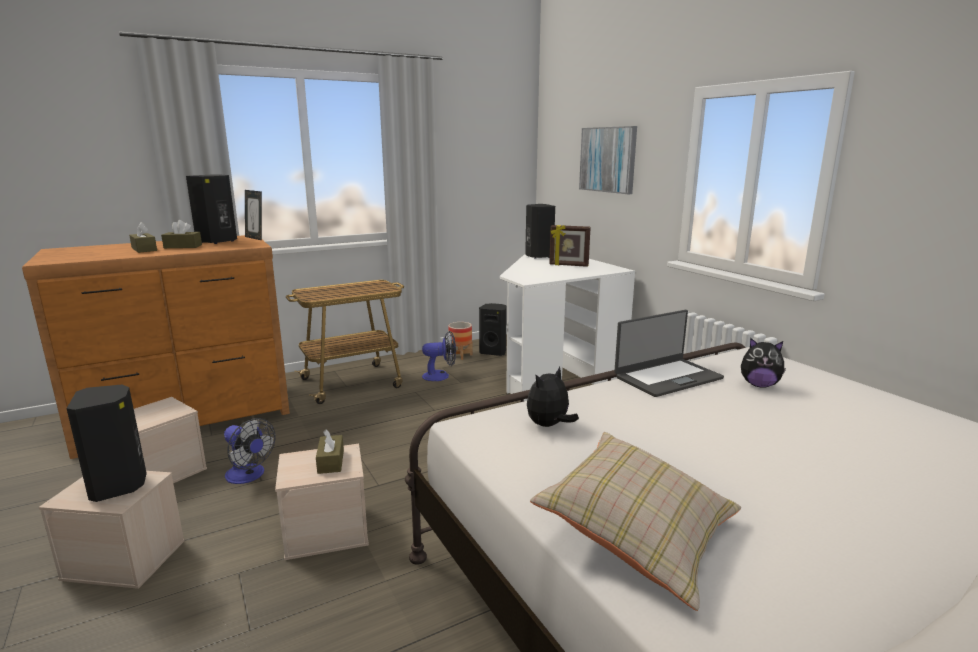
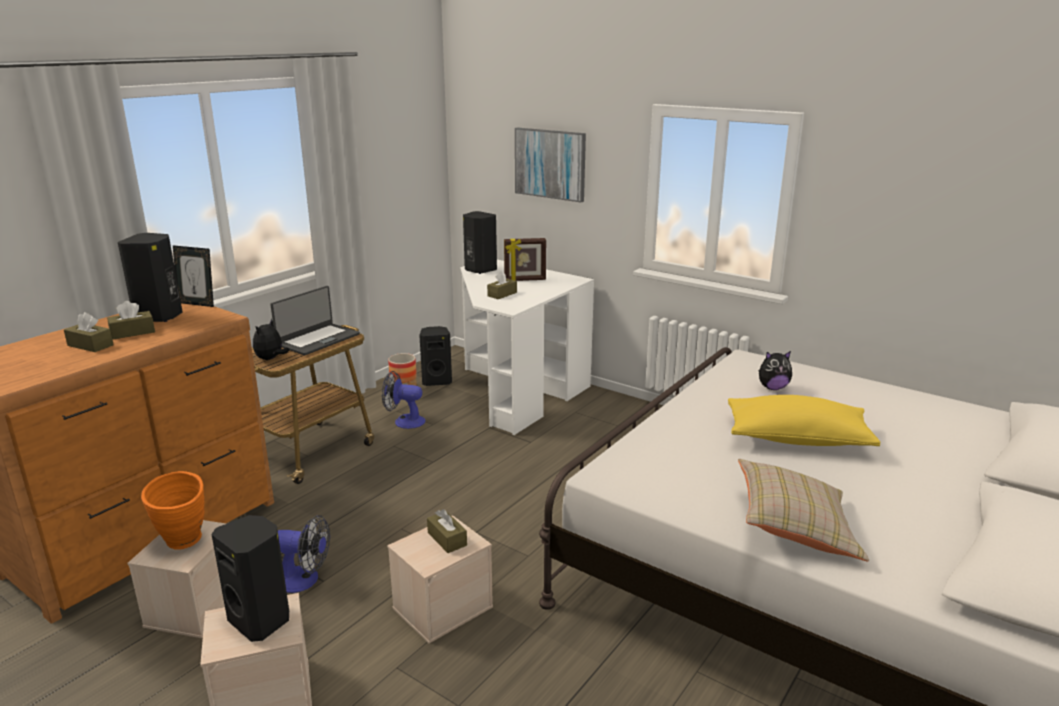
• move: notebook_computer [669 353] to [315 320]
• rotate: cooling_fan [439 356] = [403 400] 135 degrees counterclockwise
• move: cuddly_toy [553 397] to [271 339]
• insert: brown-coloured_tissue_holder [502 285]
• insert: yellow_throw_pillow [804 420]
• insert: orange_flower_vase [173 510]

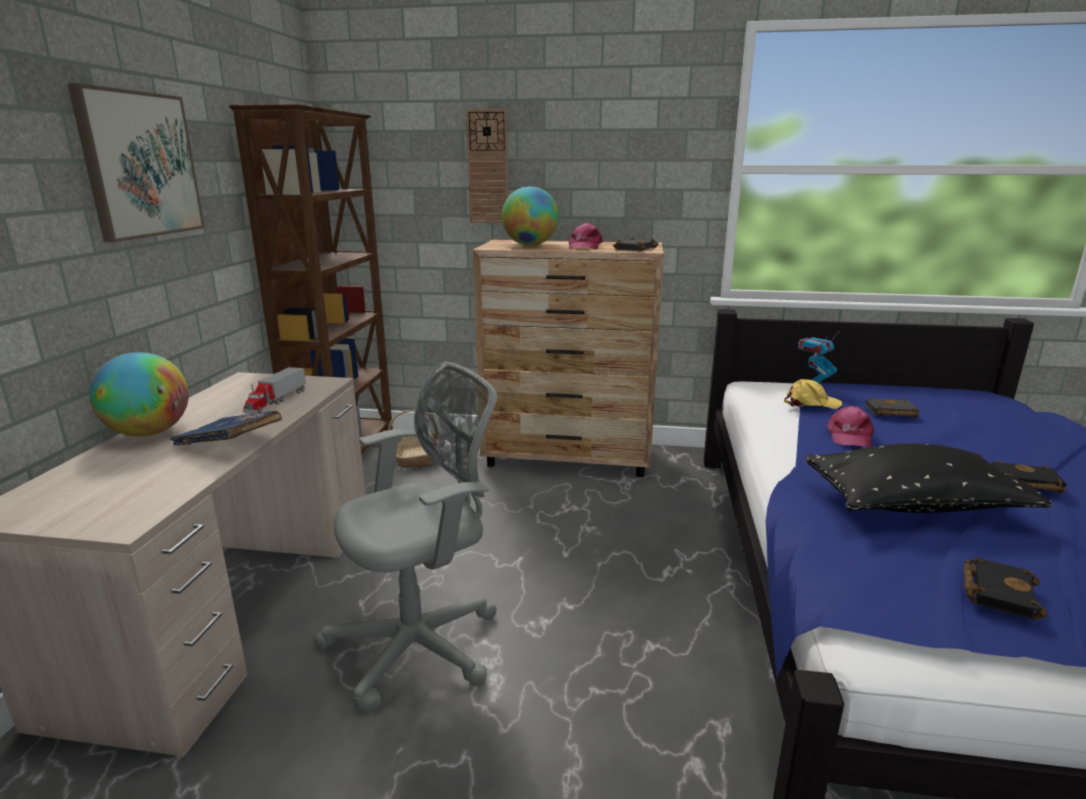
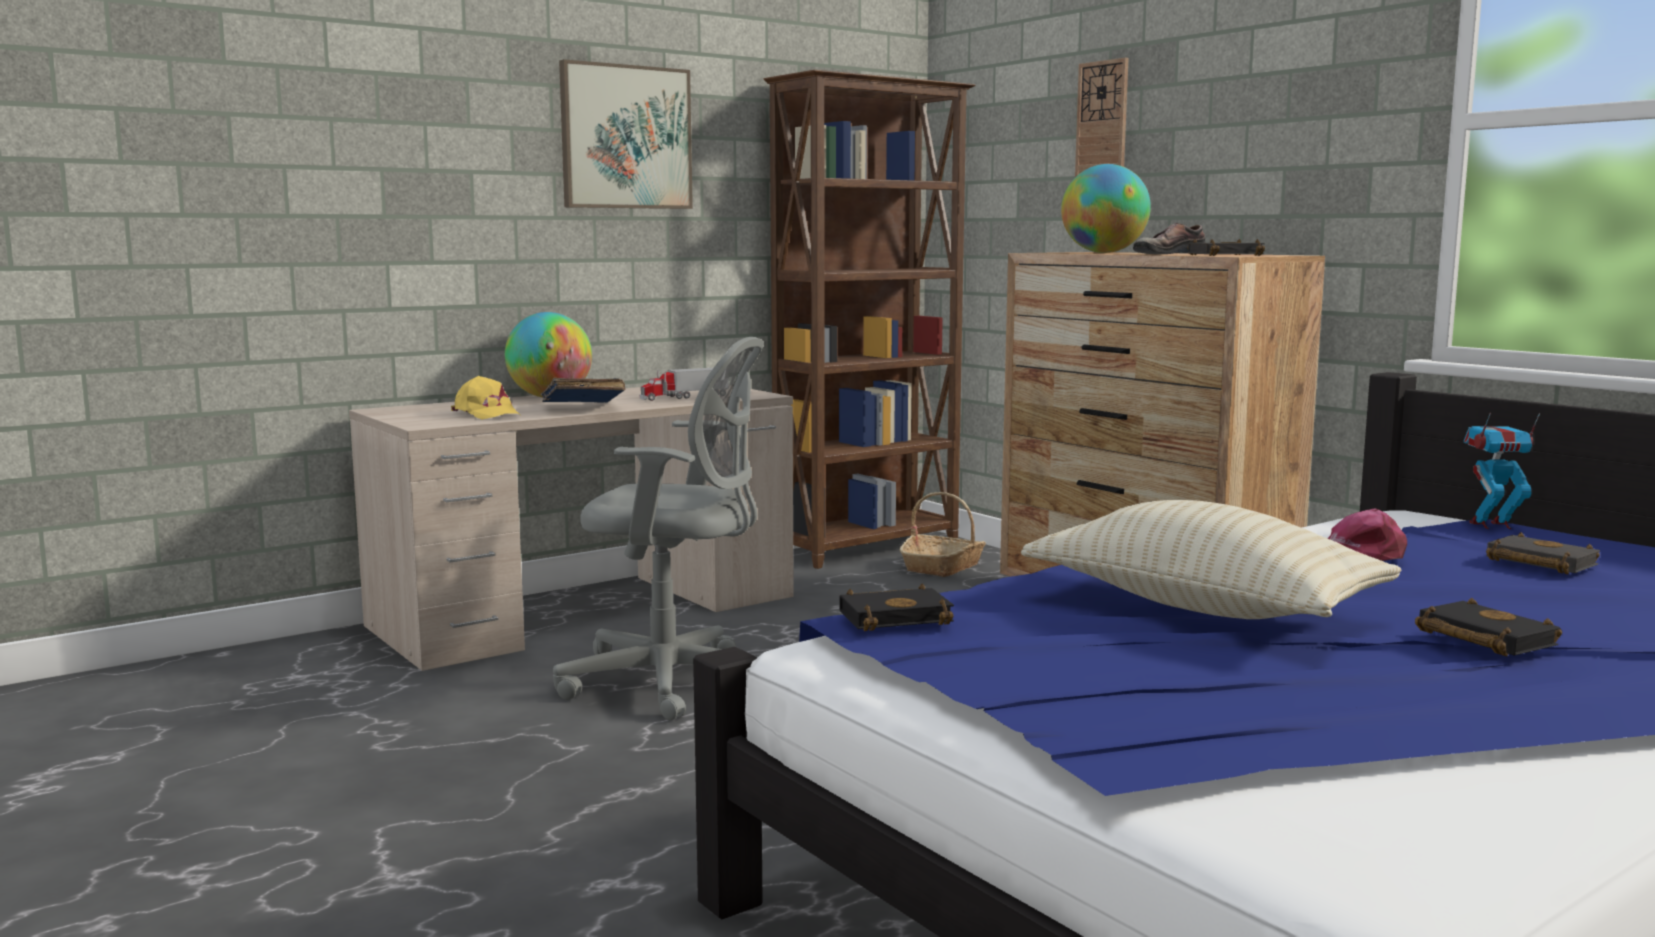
• replace: pink_peaked_cap [586 236] to shoe [1169 238]
• move: yellow_peaked_cap [813 394] to [485 398]
• recolor: black-coloured_throw_pillow [928 478] to beige_throw_pillow [1211 559]
• move: black-coloured_volume [1005 589] to [897 607]

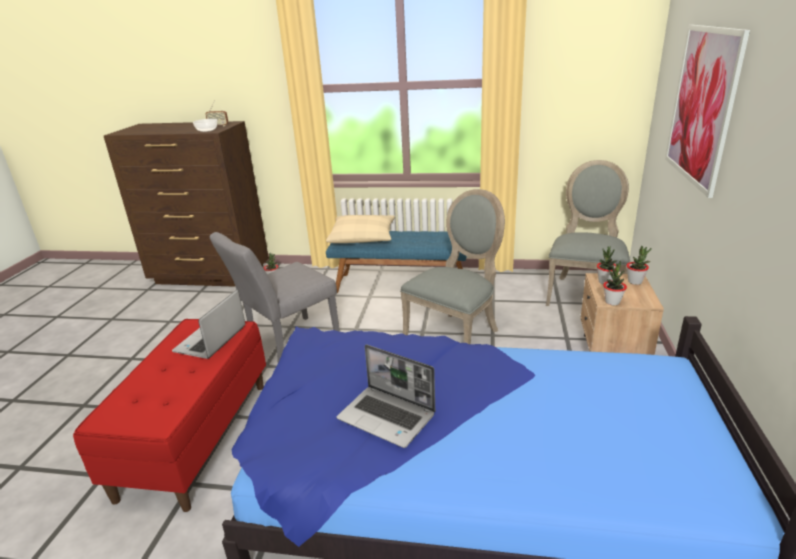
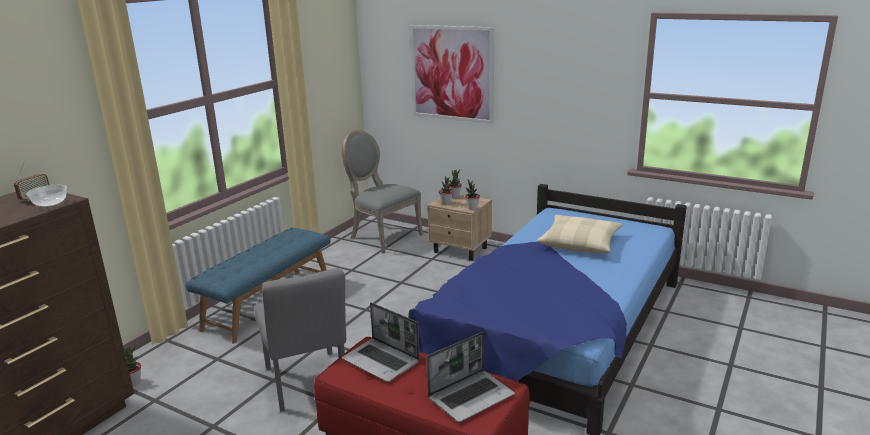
• delete: gray_chair [452 266]
• move: beige_throw_pillow [360 229] to [580 234]
• move: notebook_computer [386 396] to [471 377]

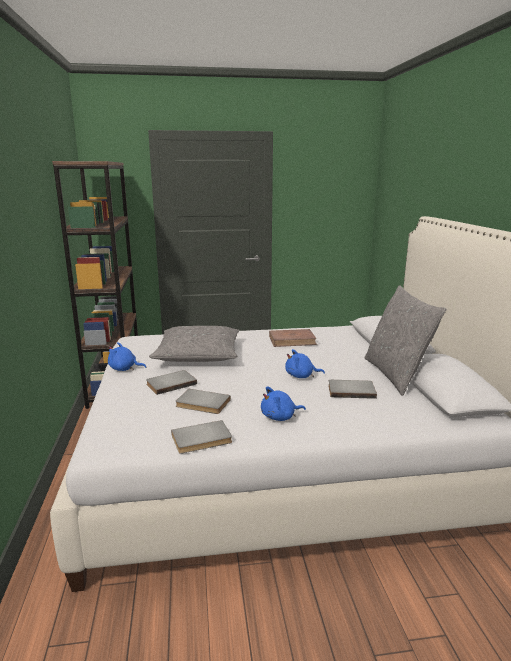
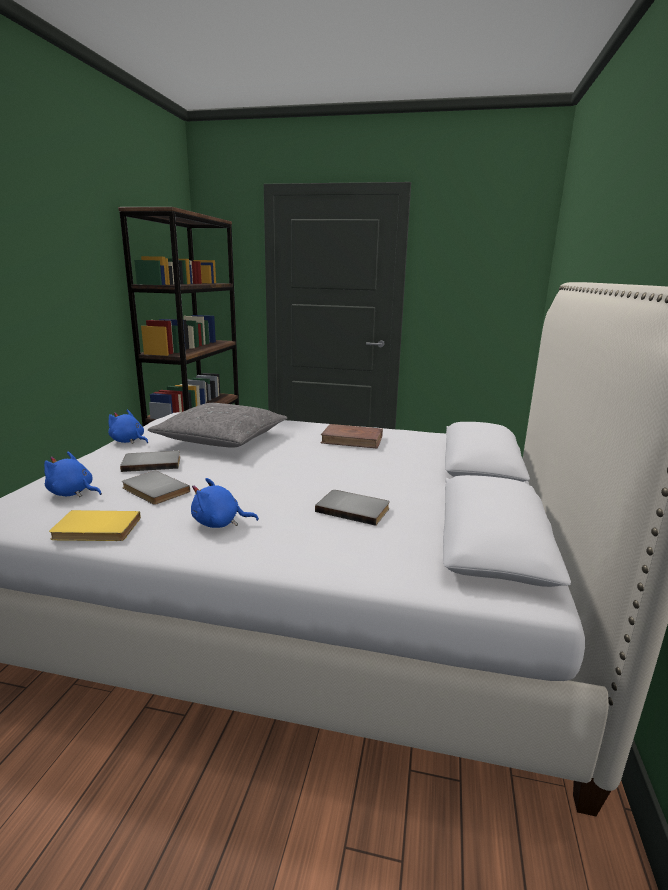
• delete: gray_throw_pillow [405 340]
• move: blue_cuddly_toy [305 363] to [73 474]
• recolor: gray_volume [201 437] to yellow_volume [95 525]

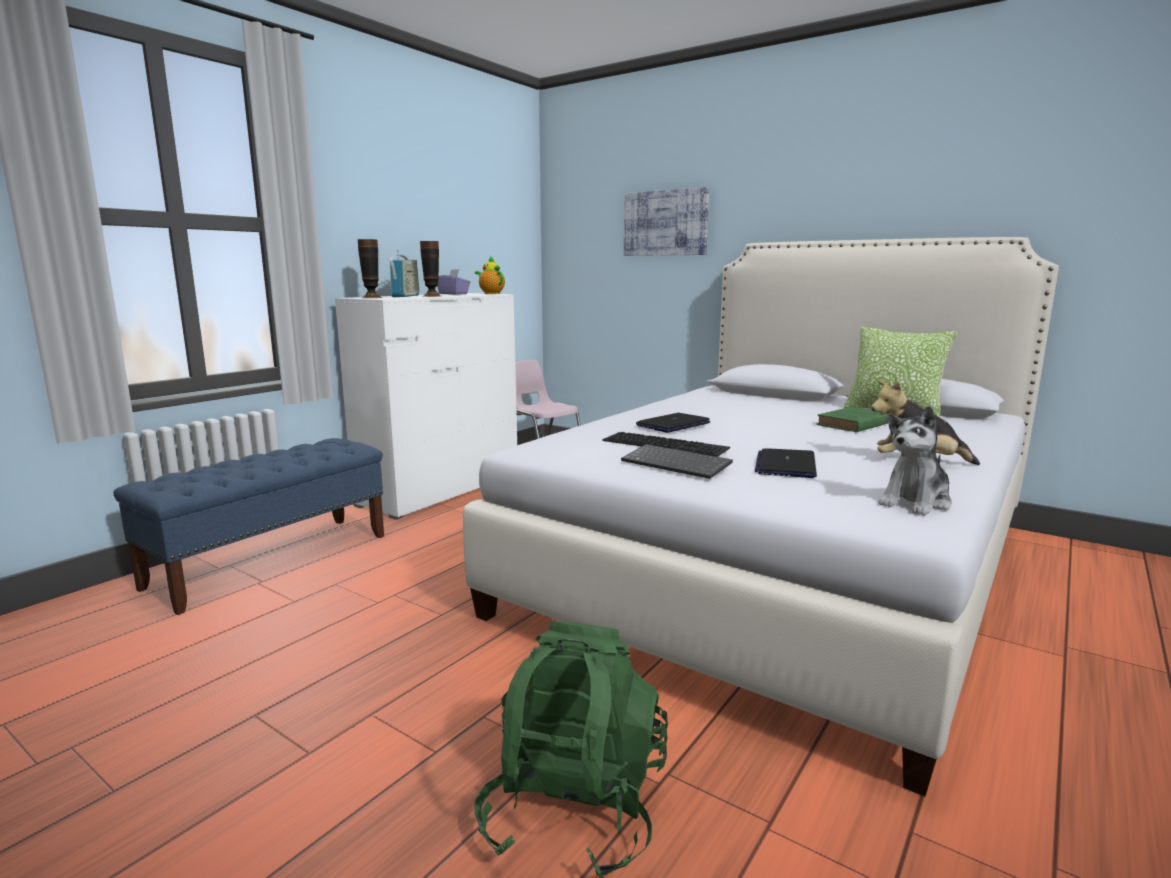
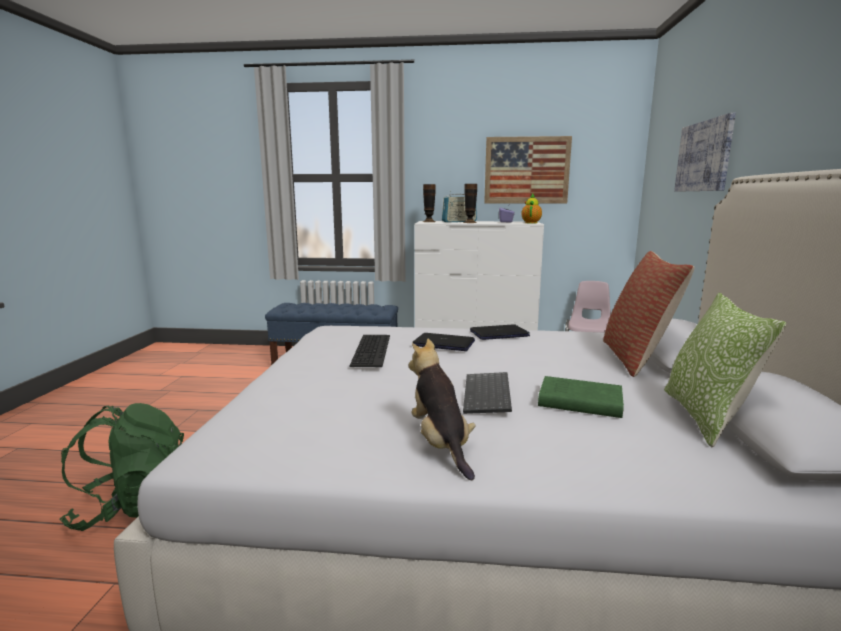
• delete: cuddly_toy [915 461]
• move: computer_keyboard [677 461] to [487 393]
• move: notebook_computer [786 463] to [500 332]
• insert: wall_art [528 170]
• insert: throw_pillow [648 314]

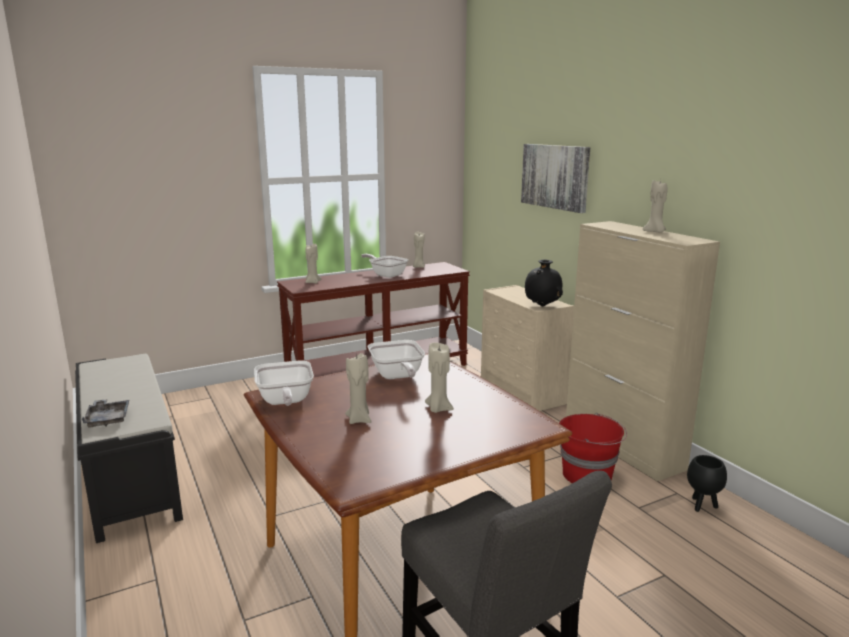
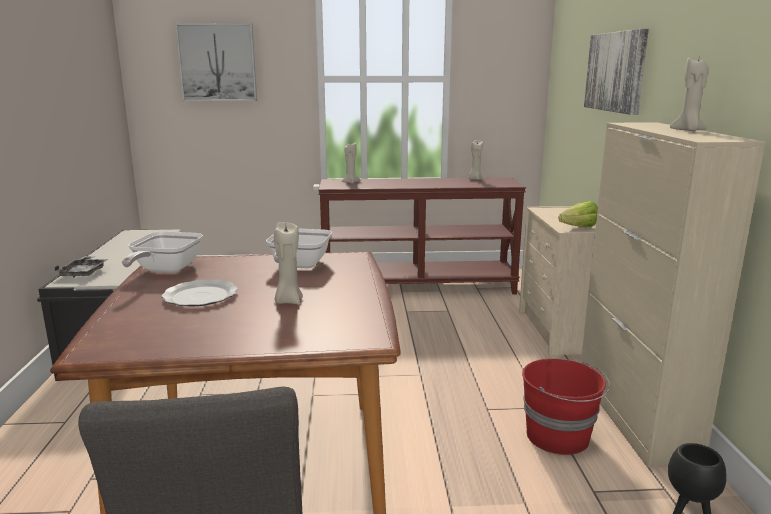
• delete: frying_pan [384 266]
• replace: black-coloured_flower_vase [544 283] to head_of_lettuce [578 214]
• replace: beige_wax_light [358 388] to dinner_plate [200 292]
• insert: wall_art [216 62]

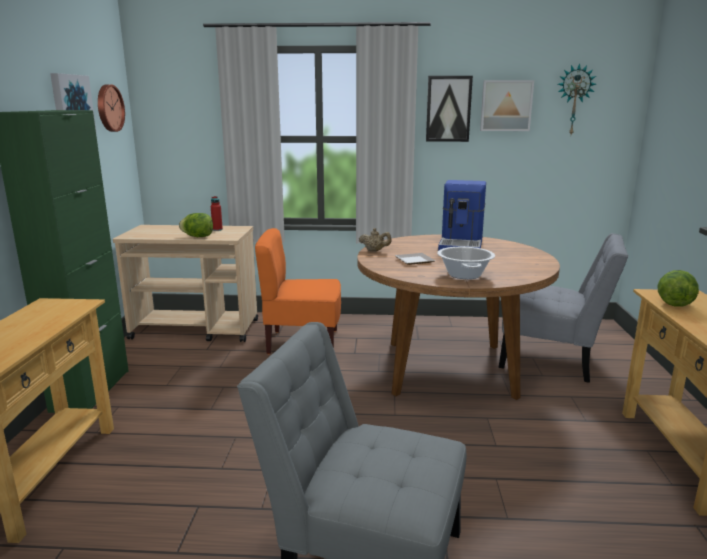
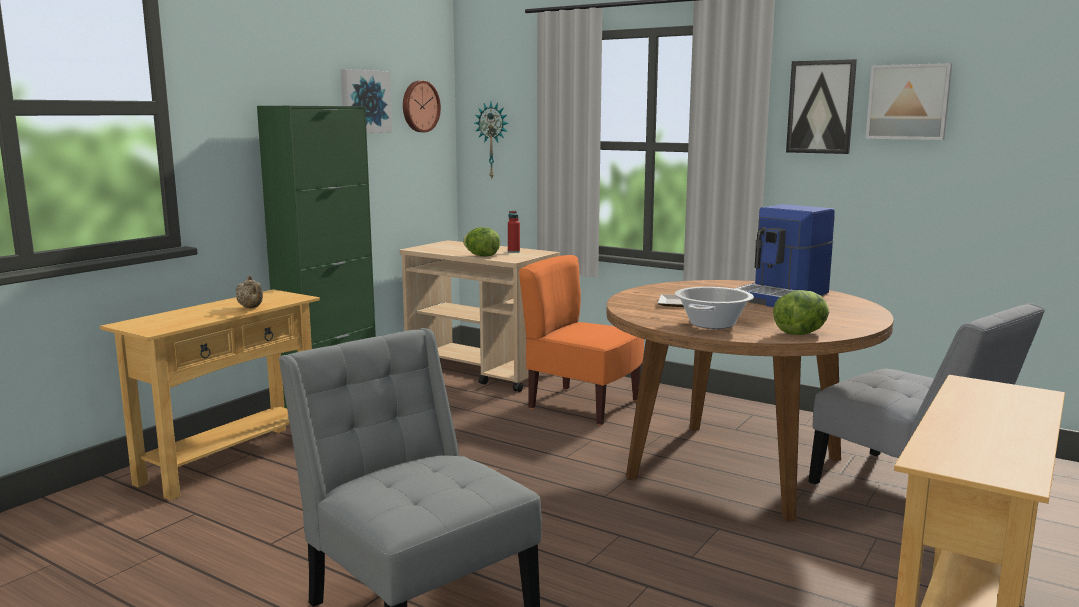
• move: hanging_clock [577 99] to [492 140]
• move: beige_tea_pot [375 240] to [249 292]
• move: head_of_lettuce [678 288] to [801 312]

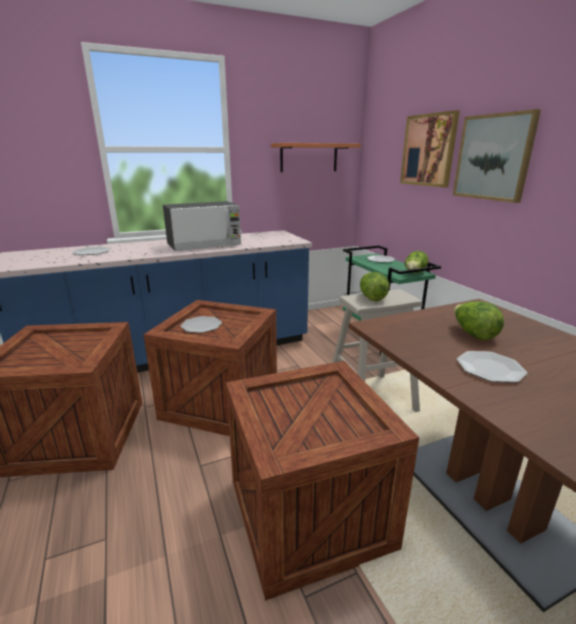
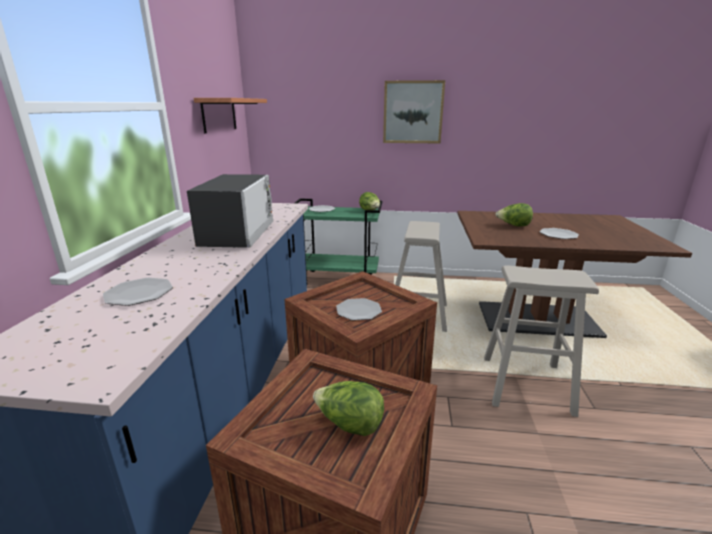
• delete: wall_art [430 149]
• move: head_of_lettuce [374 286] to [348 408]
• replace: shipping_crate [322 481] to beige_stool [541 341]

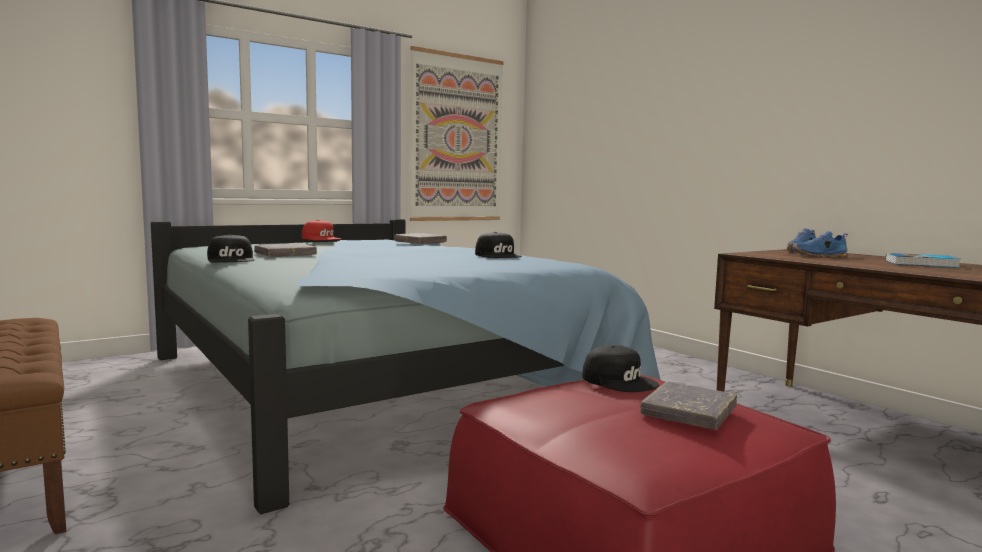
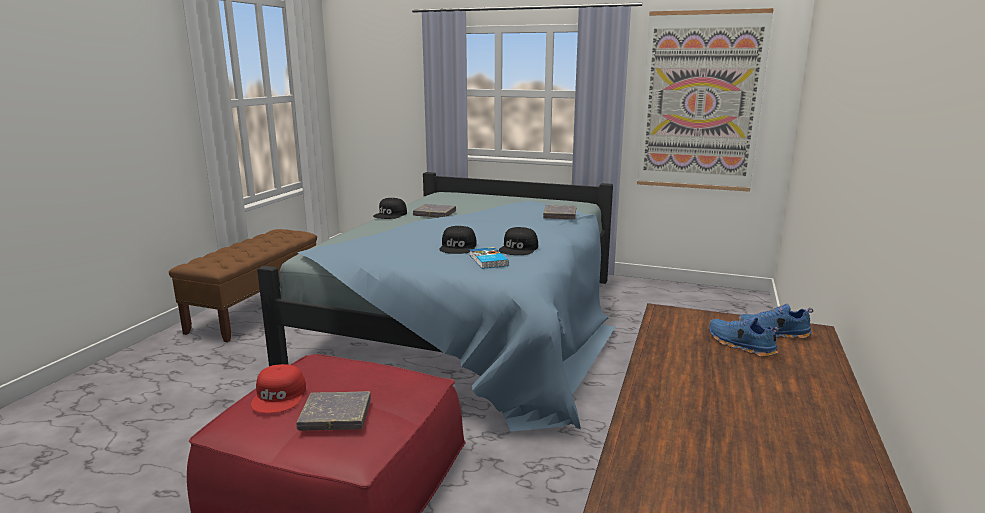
• move: red-coloured_peaked_cap [321 230] to [278 388]
• move: volume [922 260] to [489 258]
• move: black-coloured_peaked_cap [620 368] to [457 240]

